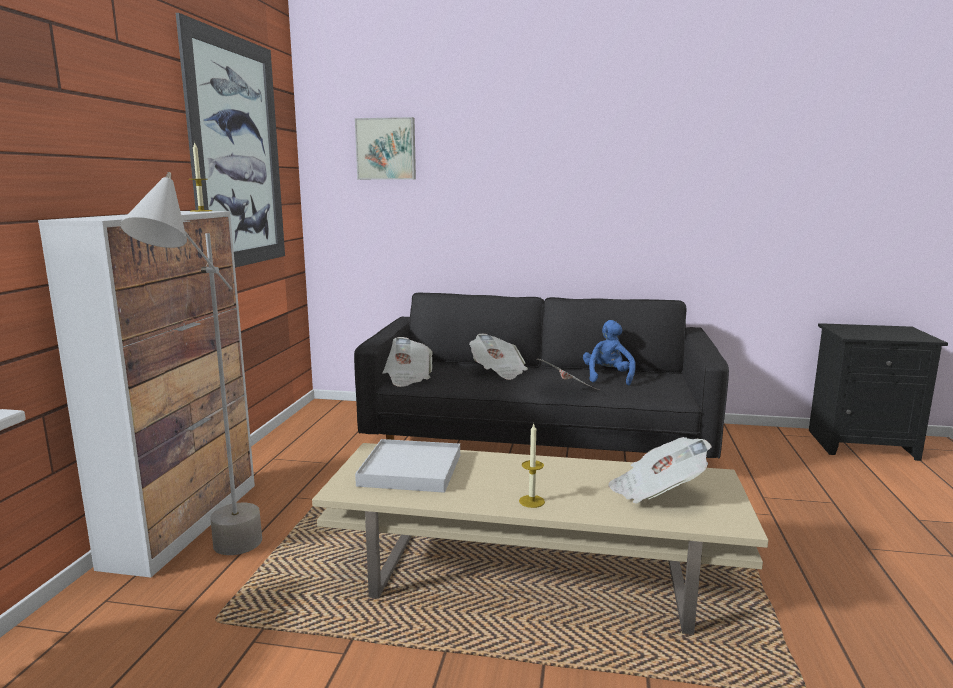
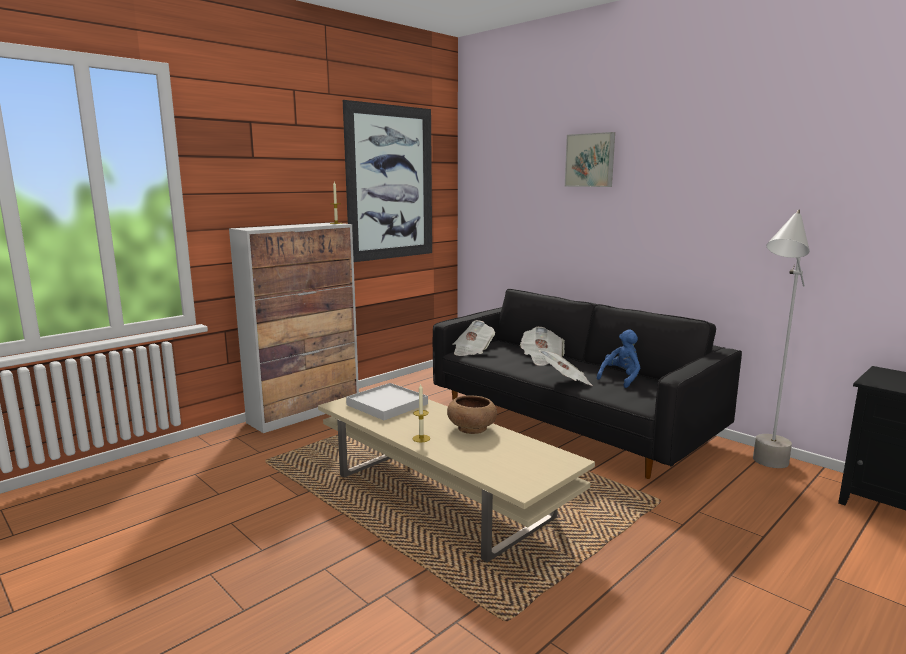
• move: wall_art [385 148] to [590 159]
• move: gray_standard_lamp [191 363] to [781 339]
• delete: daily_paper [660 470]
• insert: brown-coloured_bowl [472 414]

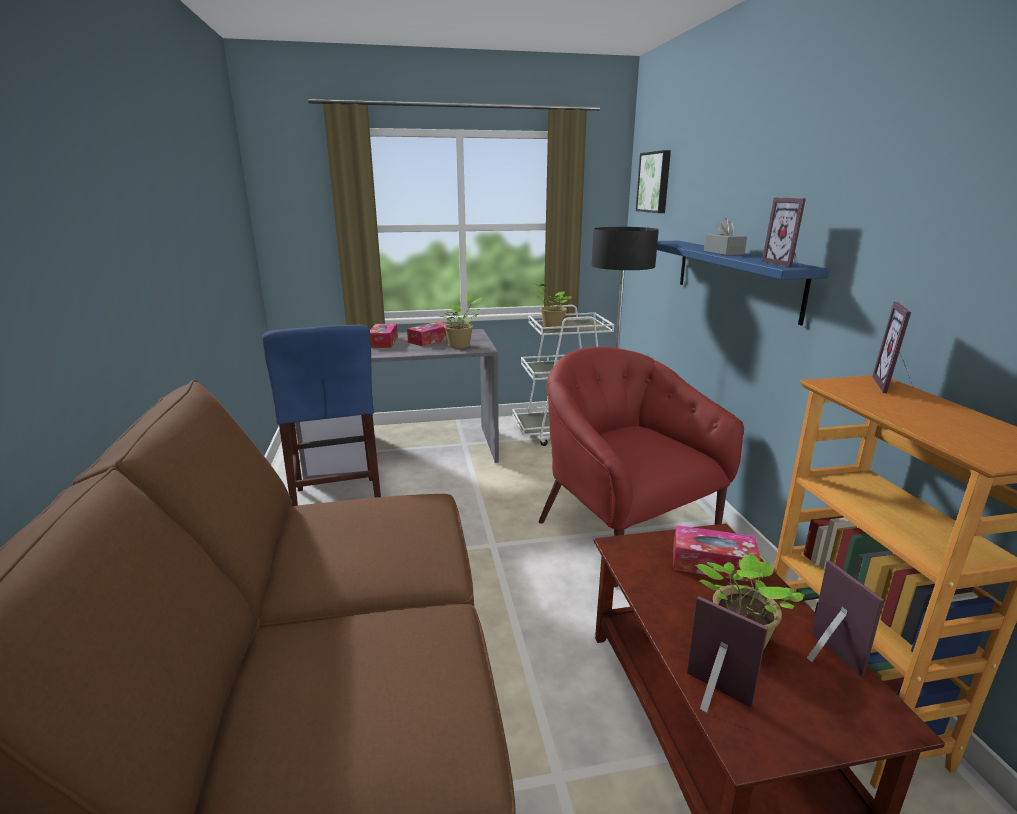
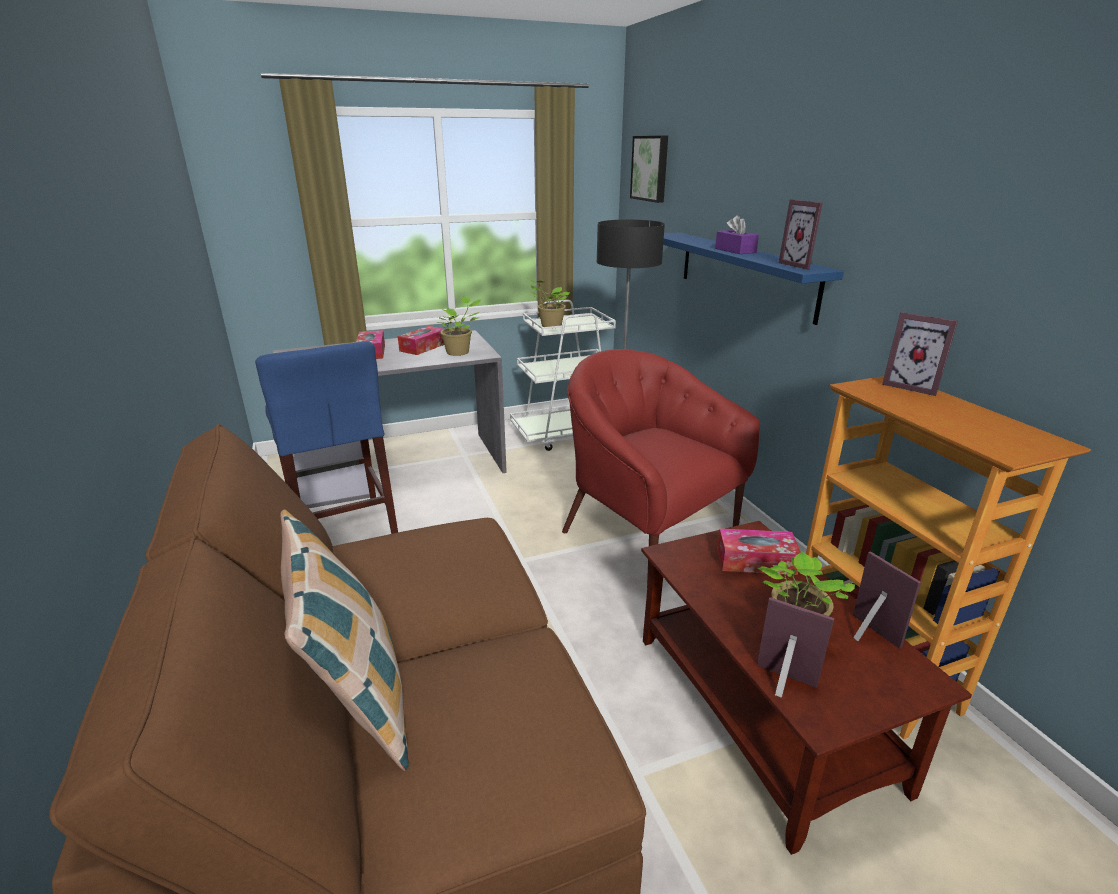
• recolor: gray_tissue_holder [725 236] to purple-coloured_tissue_holder [737 234]
• rotate: standing_frame [893 347] = [920 354] 60 degrees counterclockwise
• insert: throw_pillow [344 640]

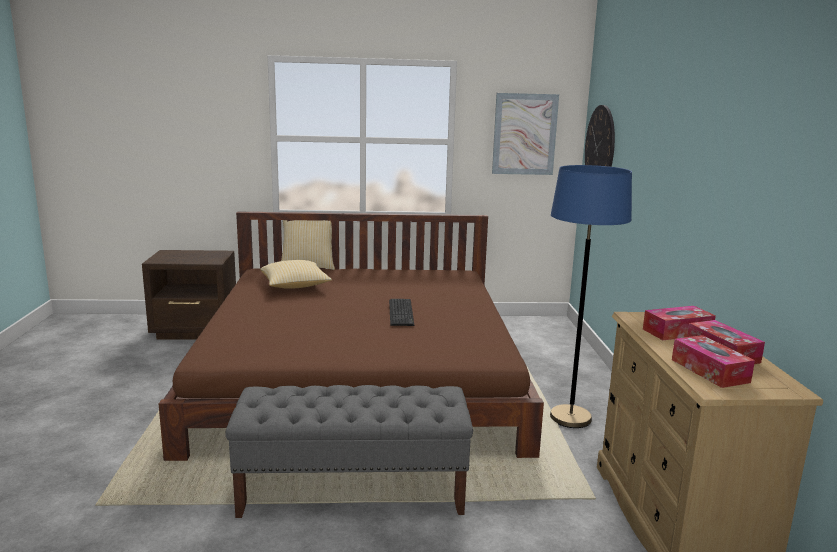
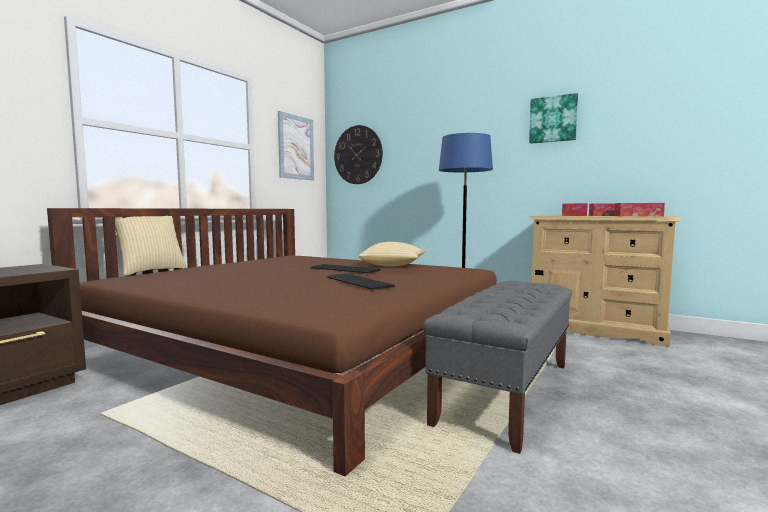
• move: throw_pillow [296 274] to [392 254]
• insert: wall_art [553 118]
• insert: computer_keyboard [361 282]

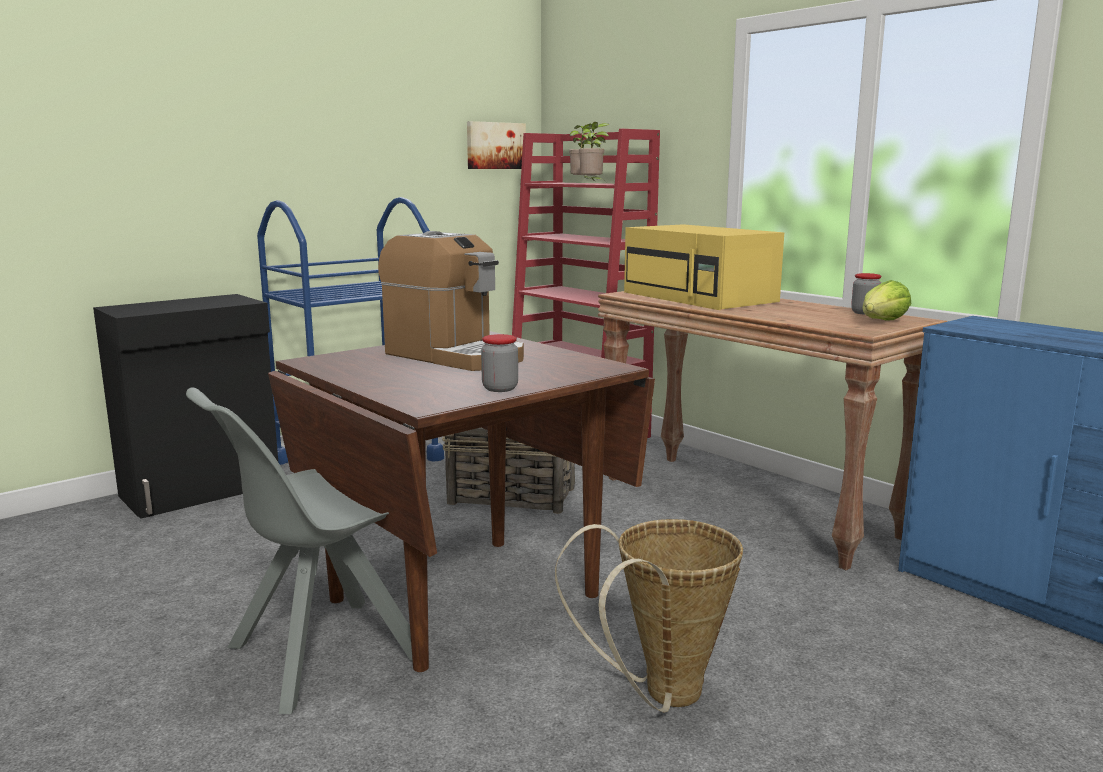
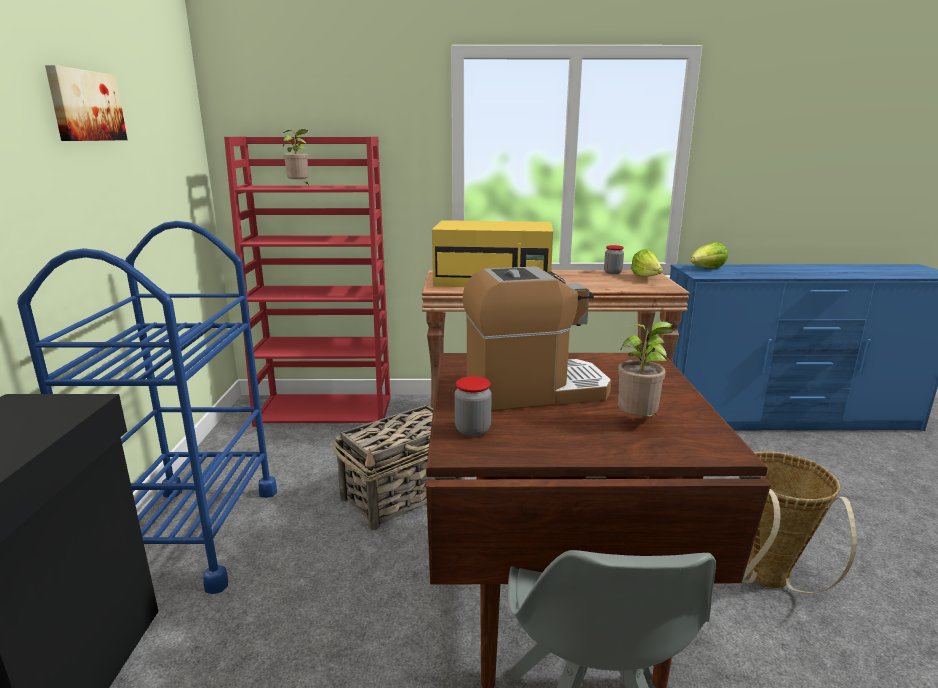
• move: wall_art [496 145] to [86 103]
• move: plant_in_a_pot [594 152] to [646 369]
• move: storage_jar [499 363] to [473 406]
• insert: head_of_lettuce [709 255]

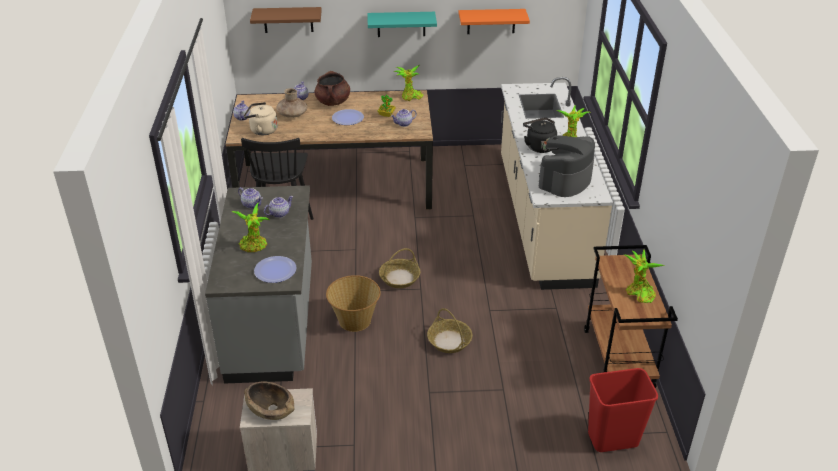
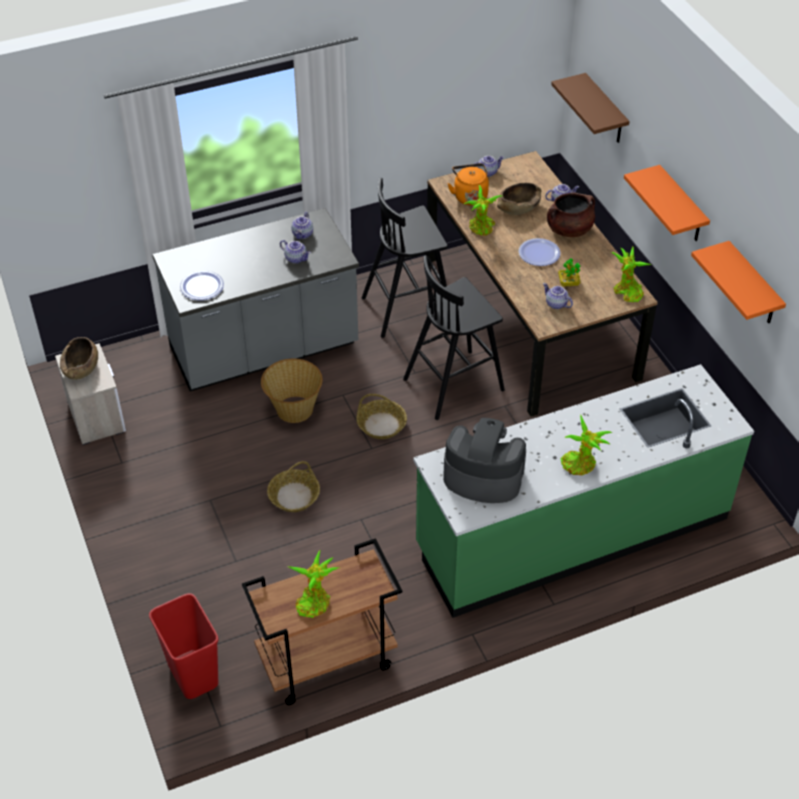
• recolor: turquoise-coloured_shelf [402 24] to orange_shelf [667 203]
• recolor: beige_counter [557 183] to greenish_counter [583 491]
• replace: brown-coloured_flower_vase [291 103] to brown-coloured_bowl [519 199]
• recolor: beige_kettle [261 118] to orange_kettle [468 184]
• delete: black-coloured_kettle [540 135]
• move: plant_in_a_pot [251 227] to [483 210]
• insert: black-coloured_stool [454 337]

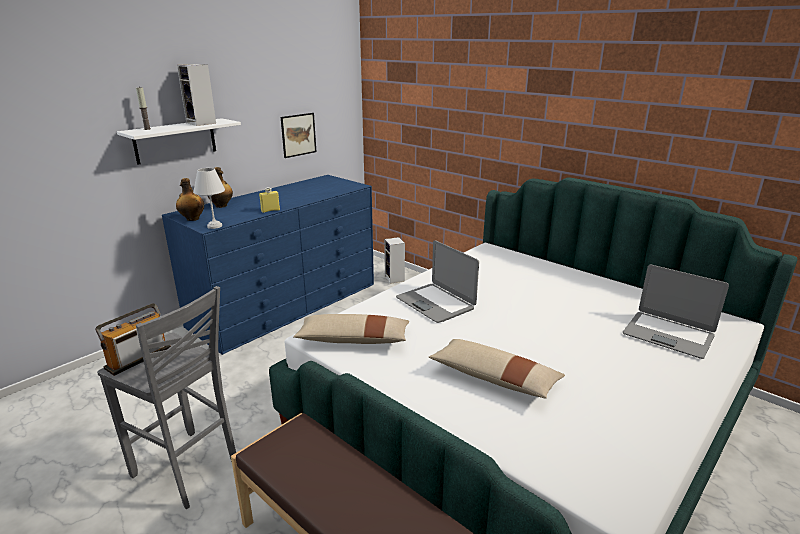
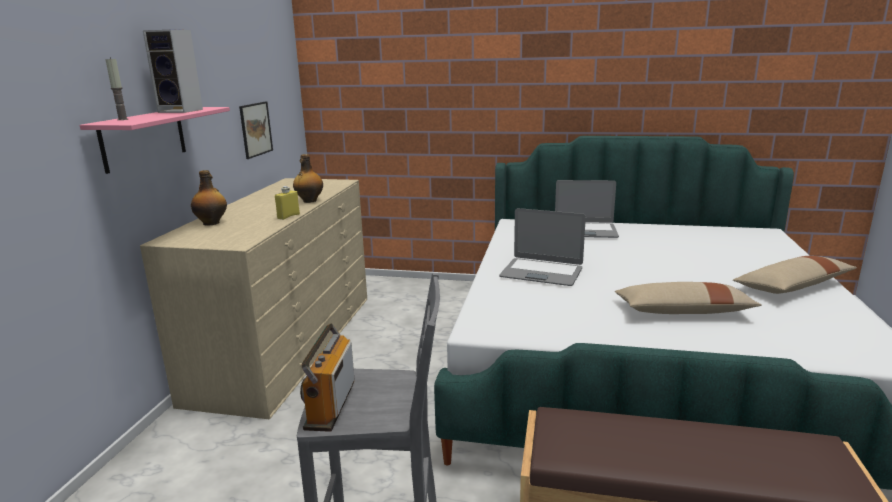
• recolor: white-coloured_shelf [179 141] to pink_shelf [155 140]
• delete: white-coloured_table_lamp [209 198]
• recolor: blue_chest_of_drawers [268 265] to beige_chest_of_drawers [253 299]
• move: beverage_bottle [190 199] to [308 178]
• delete: loudspeaker [394 260]
• move: notebook_computer [676 312] to [587 209]
• move: beige_throw_pillow [351 329] to [795 275]

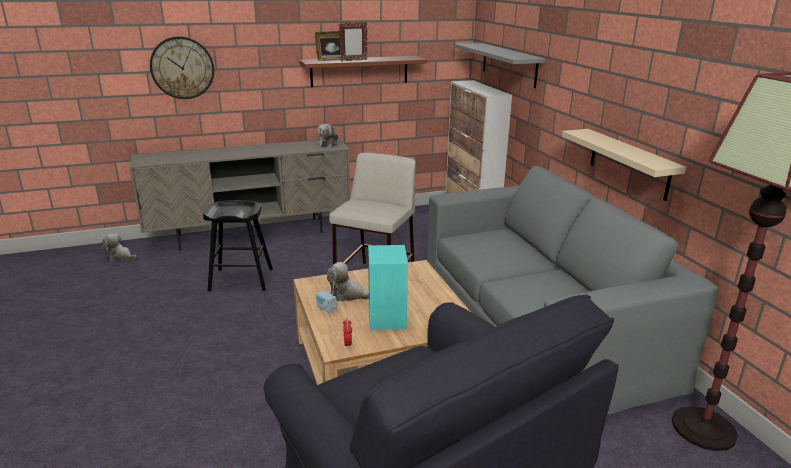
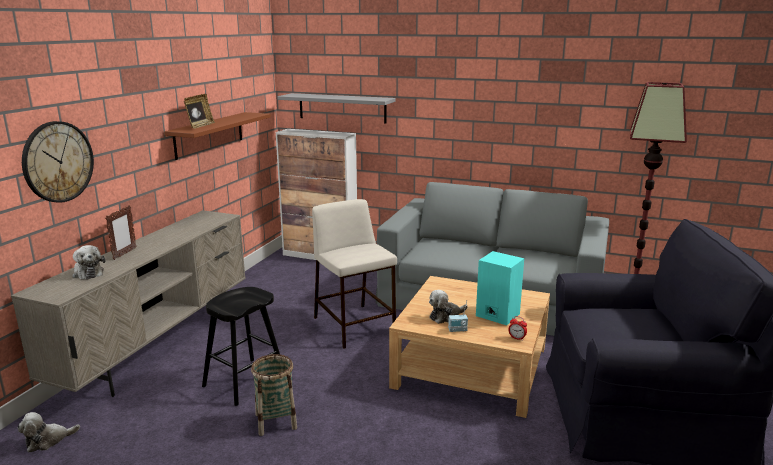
• move: standing_frame [353 41] to [120 232]
• move: cuddly_toy [327 136] to [88 262]
• delete: beige_shelf [624 165]
• insert: household_basket [274 395]

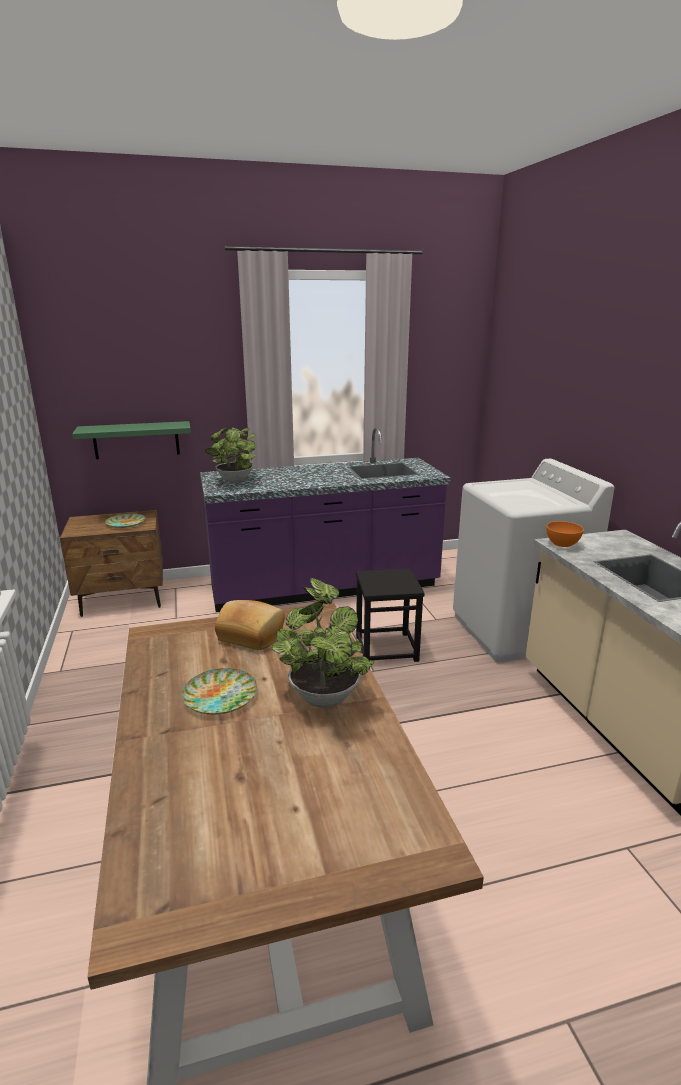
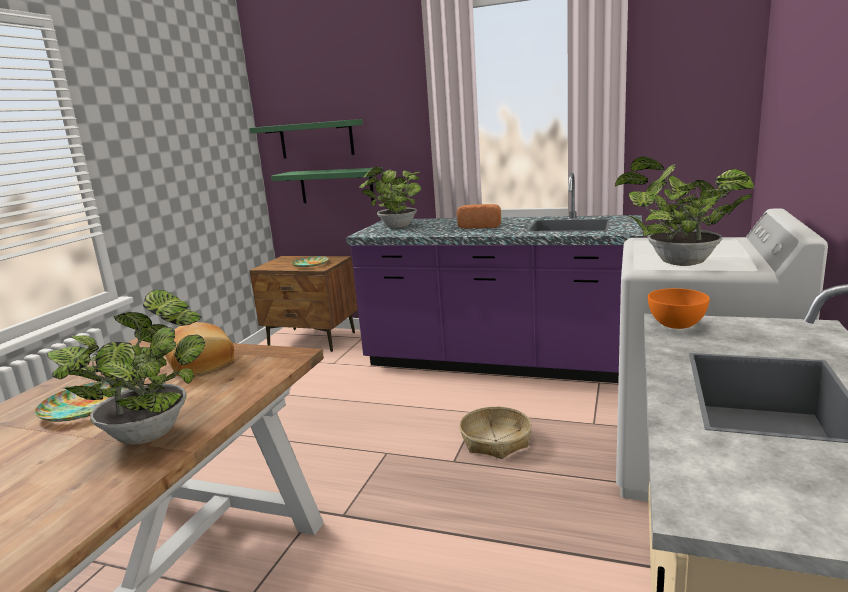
• replace: black-coloured_stool [390 615] to household_basket [495 432]
• insert: greenish_shelf [306 139]
• insert: plant_in_a_pot [684 211]
• insert: bakery_bread [479 216]

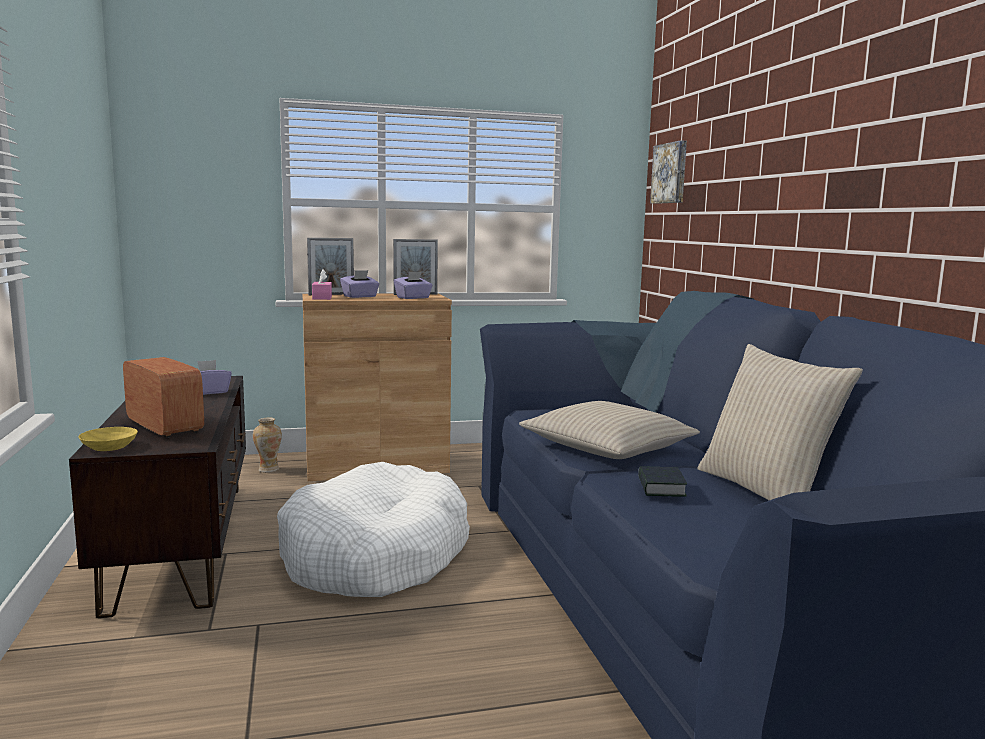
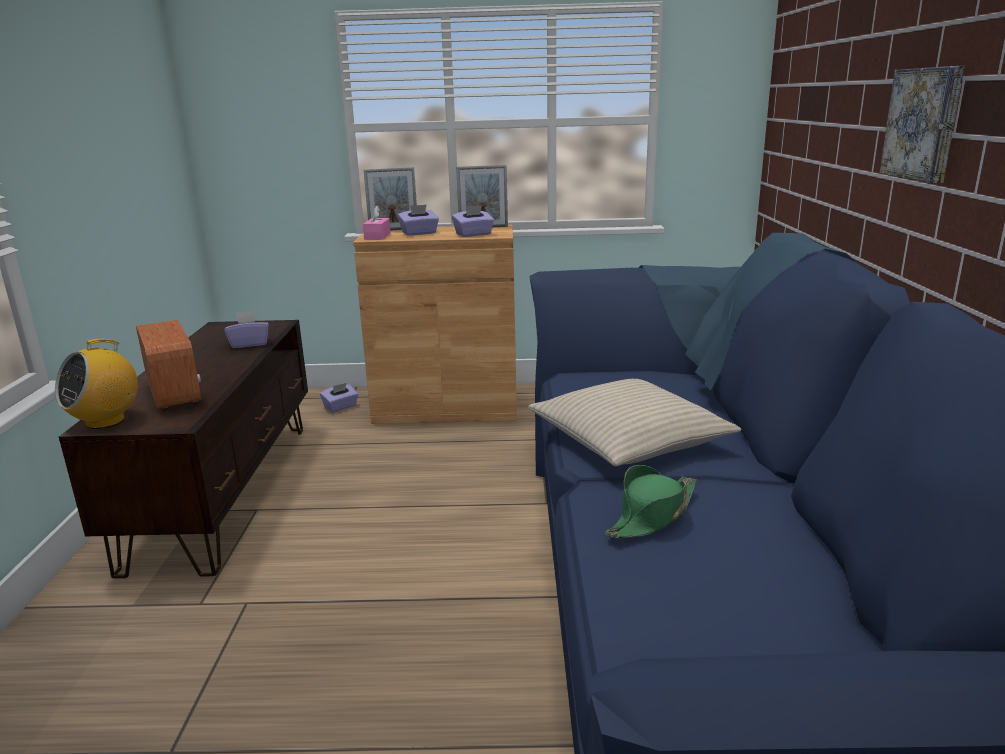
• move: wall_art [668 172] to [922 124]
• delete: beige_throw_pillow [780 422]
• replace: flower_vase [267 445] to purple-coloured_tissue_holder [339 397]
• replace: yellow_bowl [108 439] to radio [96 383]
• delete: white-coloured_pet_bed [373 529]
• replace: volume [662 481] to greenish_wearable_hat [651 501]

